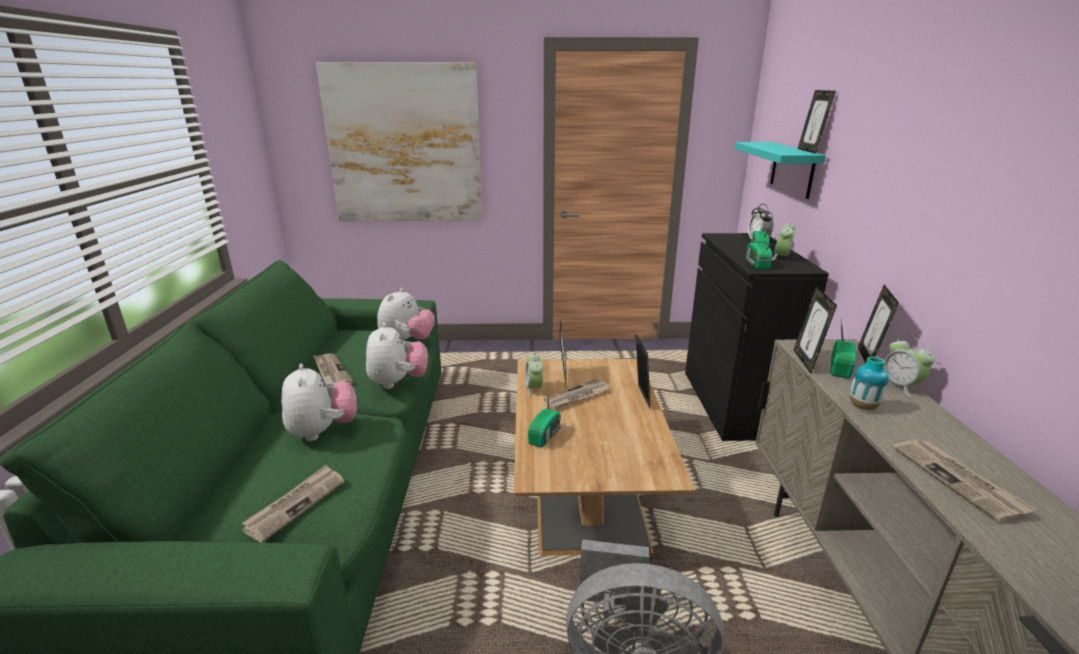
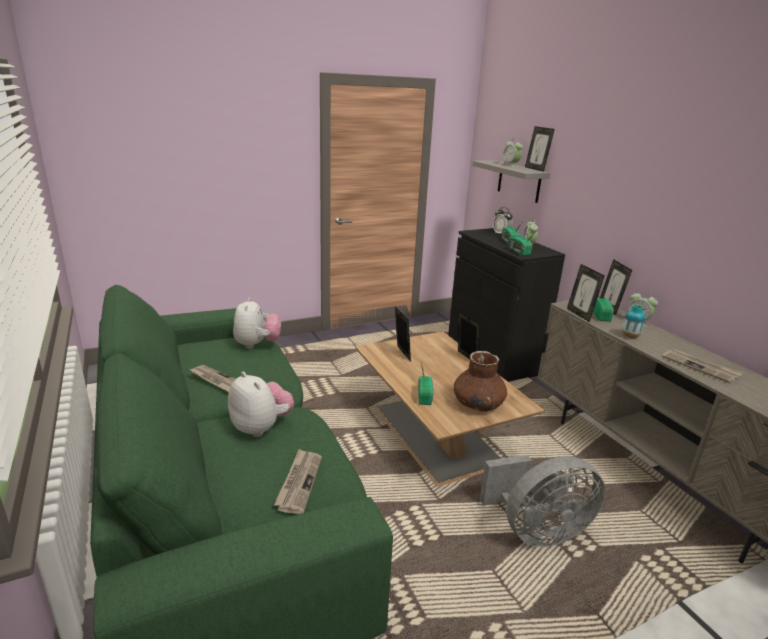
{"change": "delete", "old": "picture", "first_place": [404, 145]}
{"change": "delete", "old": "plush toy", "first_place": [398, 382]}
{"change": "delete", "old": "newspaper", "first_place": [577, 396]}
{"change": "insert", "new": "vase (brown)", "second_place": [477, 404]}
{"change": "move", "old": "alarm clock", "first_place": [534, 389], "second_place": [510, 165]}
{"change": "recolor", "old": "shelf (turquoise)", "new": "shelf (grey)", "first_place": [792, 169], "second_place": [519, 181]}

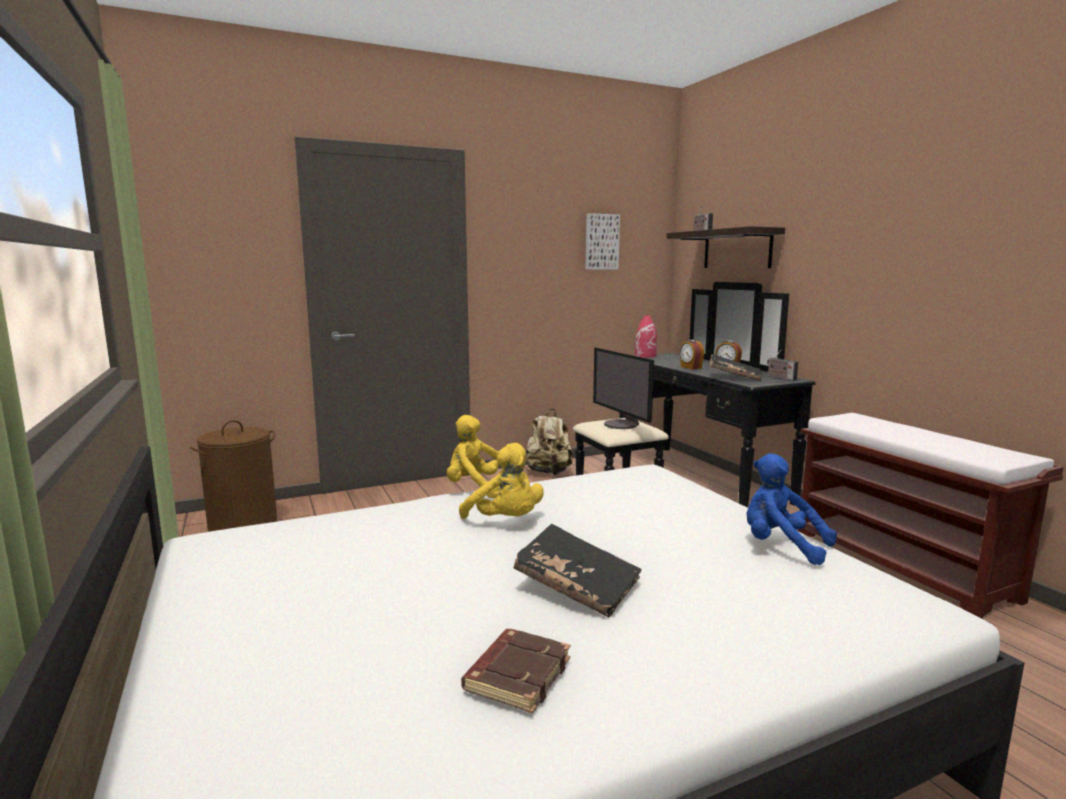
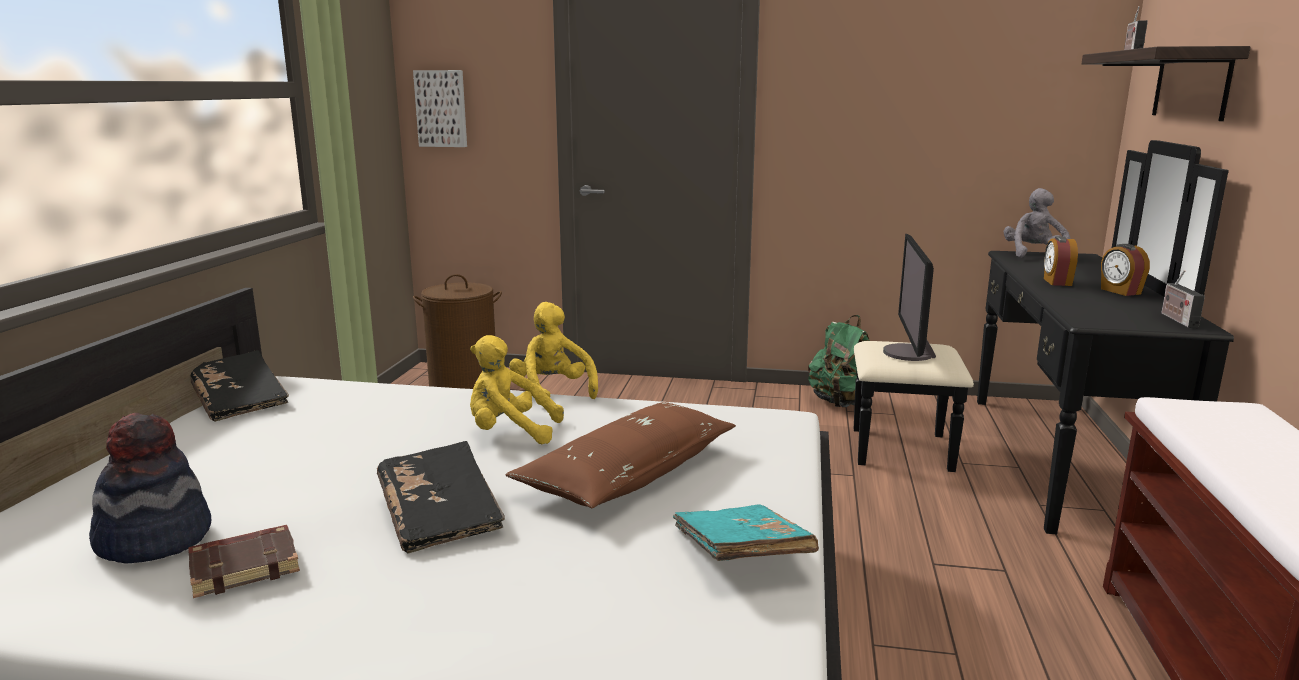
{"change": "insert", "new": "hat", "second_place": [155, 539]}
{"change": "insert", "new": "pillow (brown)", "second_place": [628, 474]}
{"change": "move", "old": "picture", "first_place": [601, 242], "second_place": [442, 108]}
{"change": "move", "old": "book (black)", "first_place": [734, 377], "second_place": [239, 401]}
{"change": "replace", "old": "vase (red)", "new": "plush toy (grey)", "first_place": [645, 356], "second_place": [1033, 255]}
{"change": "replace", "old": "plush toy (blue)", "new": "book (turquoise)", "first_place": [781, 546], "second_place": [740, 554]}
{"change": "recolor", "old": "backpack (beige)", "new": "backpack (green)", "first_place": [549, 473], "second_place": [841, 403]}
{"change": "rotate", "old": "plush toy (yellow)", "first_place": [506, 521], "second_place": [510, 433], "degrees": 105}

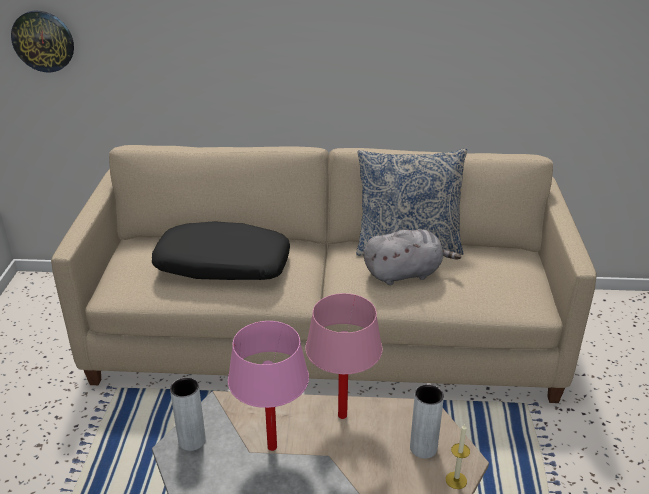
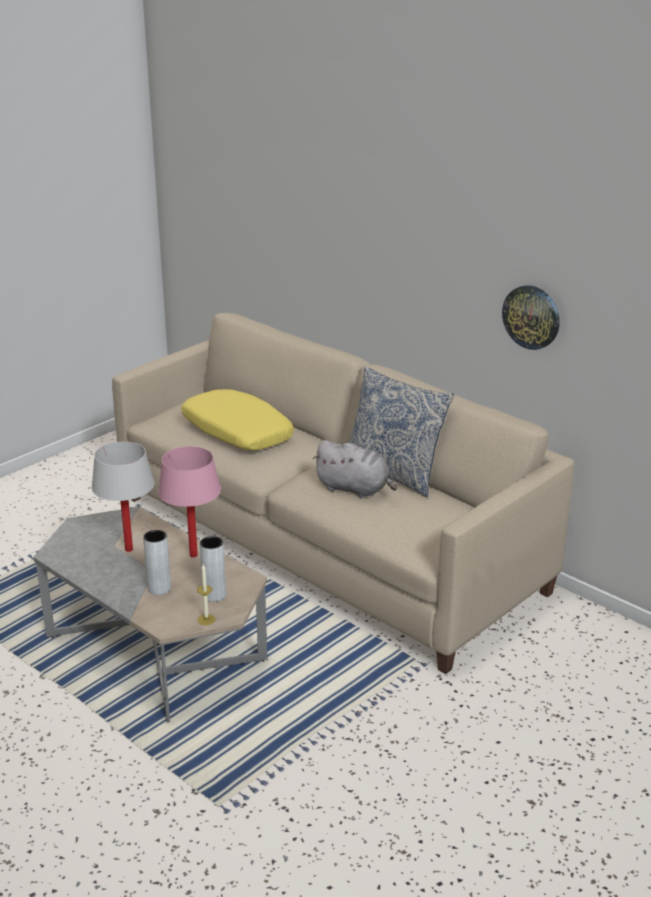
{"change": "move", "old": "wall clock", "first_place": [43, 41], "second_place": [531, 317]}
{"change": "move", "old": "vase (grey)", "first_place": [192, 440], "second_place": [159, 588]}
{"change": "recolor", "old": "pillow (black)", "new": "pillow (yellow)", "first_place": [222, 266], "second_place": [236, 432]}
{"change": "recolor", "old": "table lamp (pink)", "new": "table lamp (white)", "first_place": [272, 447], "second_place": [129, 549]}

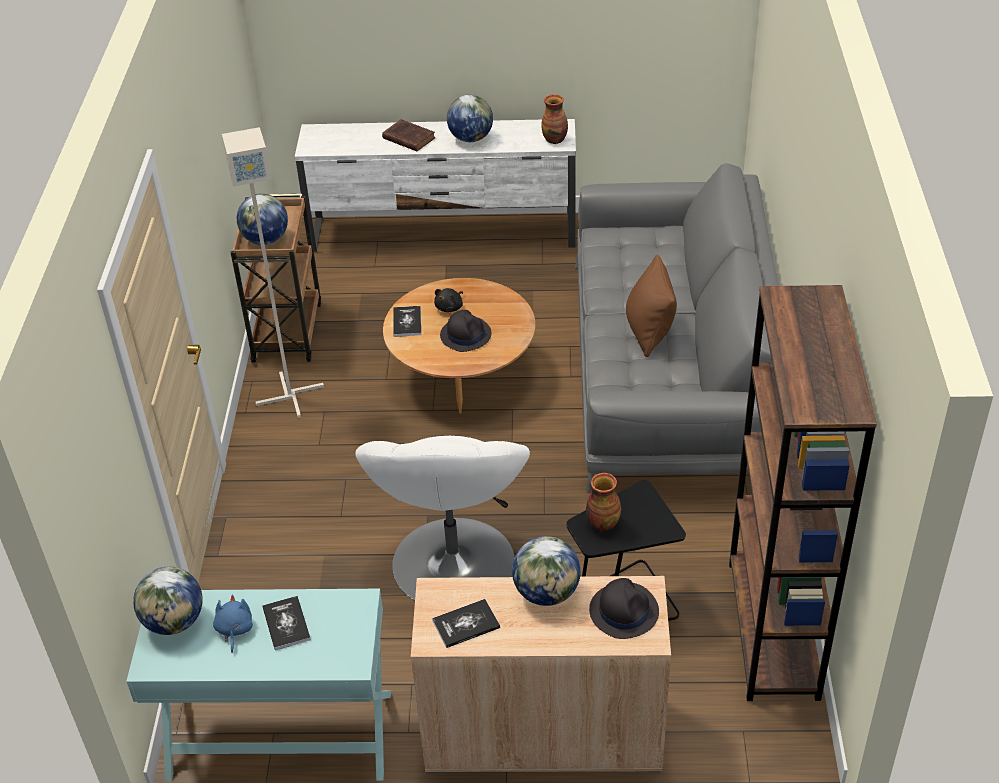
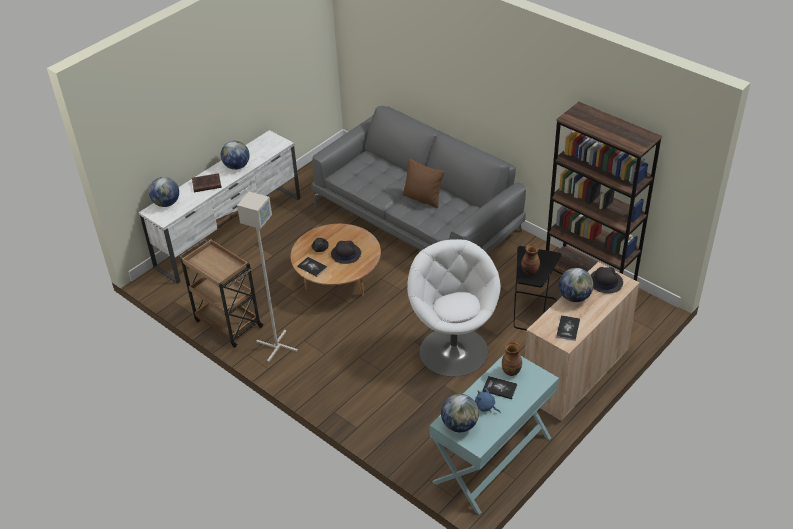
{"change": "move", "old": "globe", "first_place": [265, 239], "second_place": [166, 203]}
{"change": "move", "old": "vase", "first_place": [555, 139], "second_place": [511, 371]}
{"change": "rotate", "old": "armchair (white)", "first_place": [452, 564], "second_place": [453, 350], "degrees": -150}

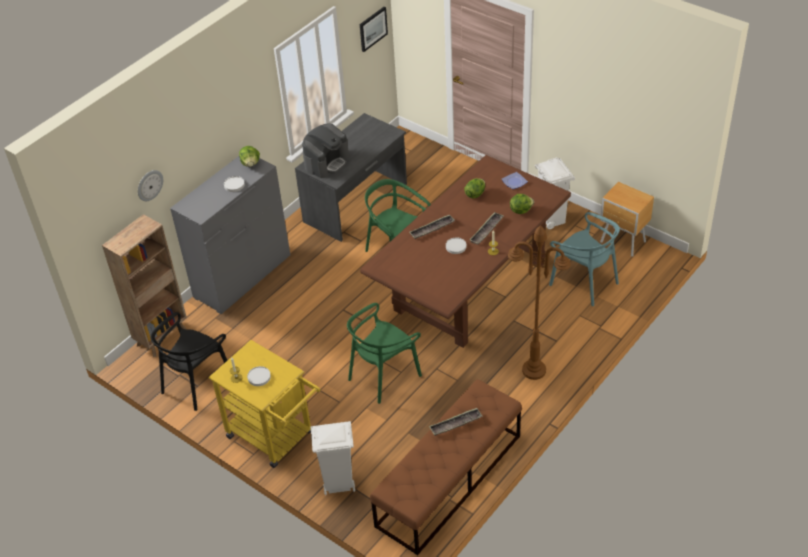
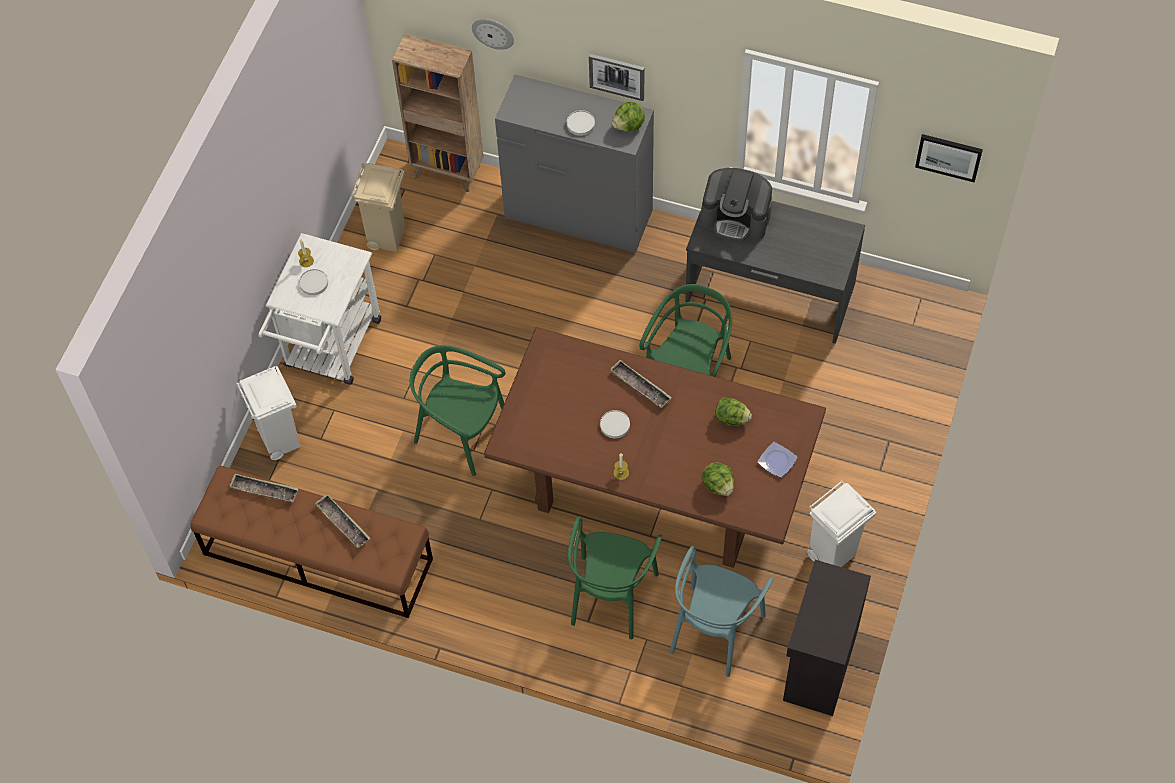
{"change": "delete", "old": "floor lamp (brown)", "first_place": [533, 370]}
{"change": "insert", "new": "chair (green)", "second_place": [611, 596]}
{"change": "insert", "new": "picture", "second_place": [617, 76]}
{"change": "move", "old": "tray", "first_place": [486, 230], "second_place": [264, 490]}
{"change": "replace", "old": "chair (black)", "new": "trash can (beige)", "first_place": [196, 383], "second_place": [387, 237]}
{"change": "replace", "old": "nightstand (brown)", "new": "cabinet (black)", "first_place": [623, 243], "second_place": [818, 665]}
{"change": "recolor", "old": "cart (yellow)", "new": "cart (white)", "first_place": [275, 437], "second_place": [329, 350]}

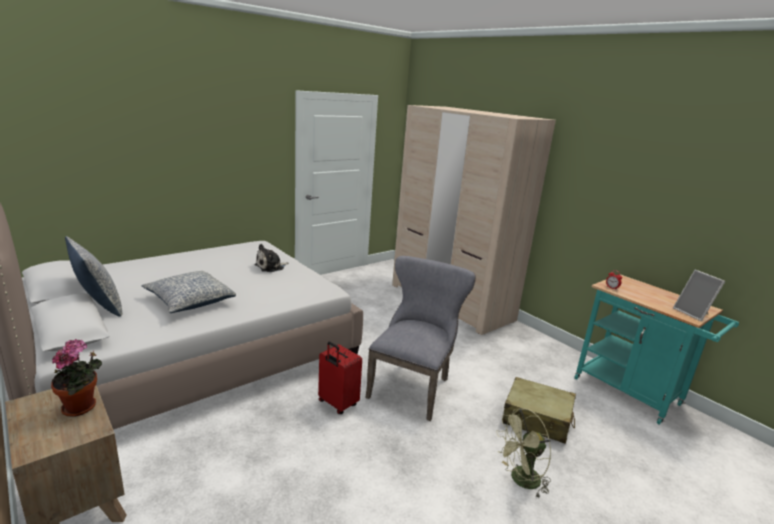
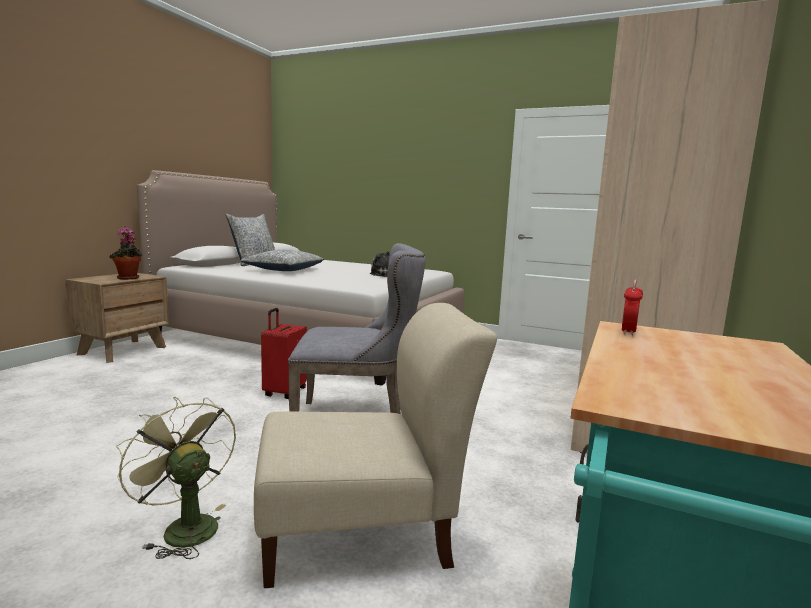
{"change": "delete", "old": "picture frame", "first_place": [693, 313]}
{"change": "replace", "old": "suitcase (beige)", "new": "chair (beige)", "first_place": [537, 419], "second_place": [364, 532]}

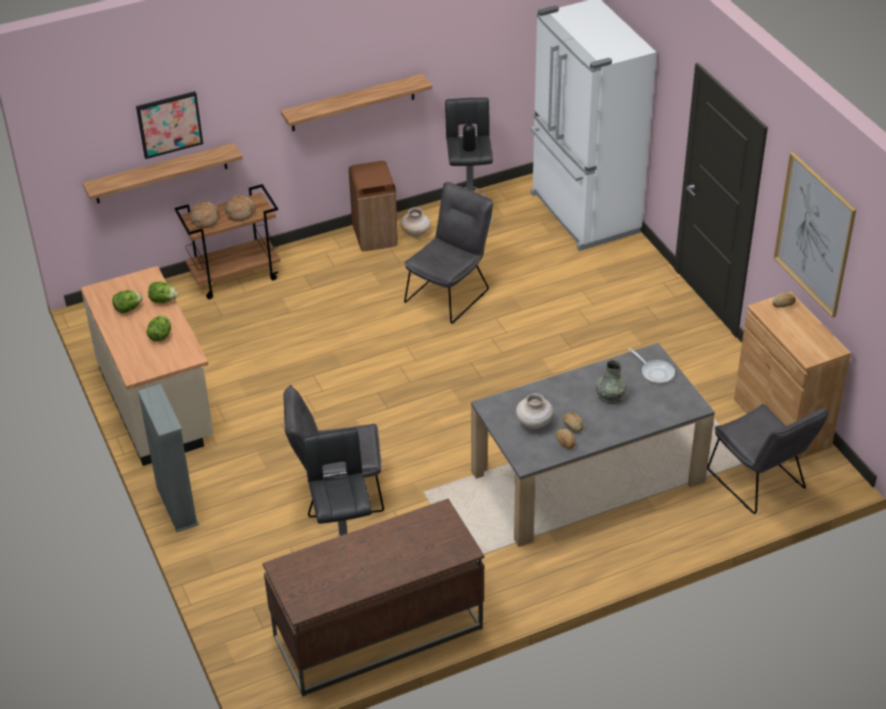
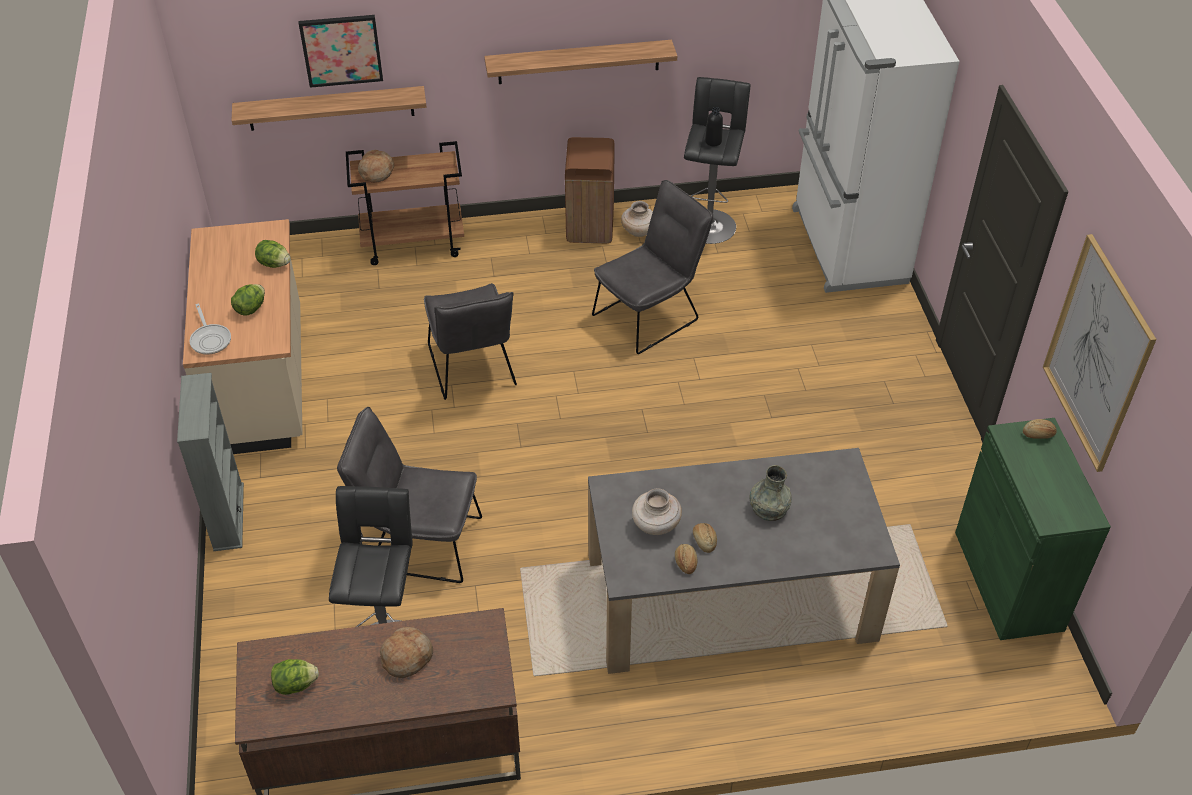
{"change": "move", "old": "lettuce", "first_place": [128, 309], "second_place": [295, 685]}
{"change": "move", "old": "bread", "first_place": [240, 212], "second_place": [407, 656]}
{"change": "move", "old": "frying pan", "first_place": [655, 372], "second_place": [210, 339]}
{"change": "move", "old": "chair (grey)", "first_place": [760, 483], "second_place": [473, 370]}
{"change": "recolor", "old": "cabinet (brown)", "new": "cabinet (green)", "first_place": [782, 422], "second_place": [1008, 580]}

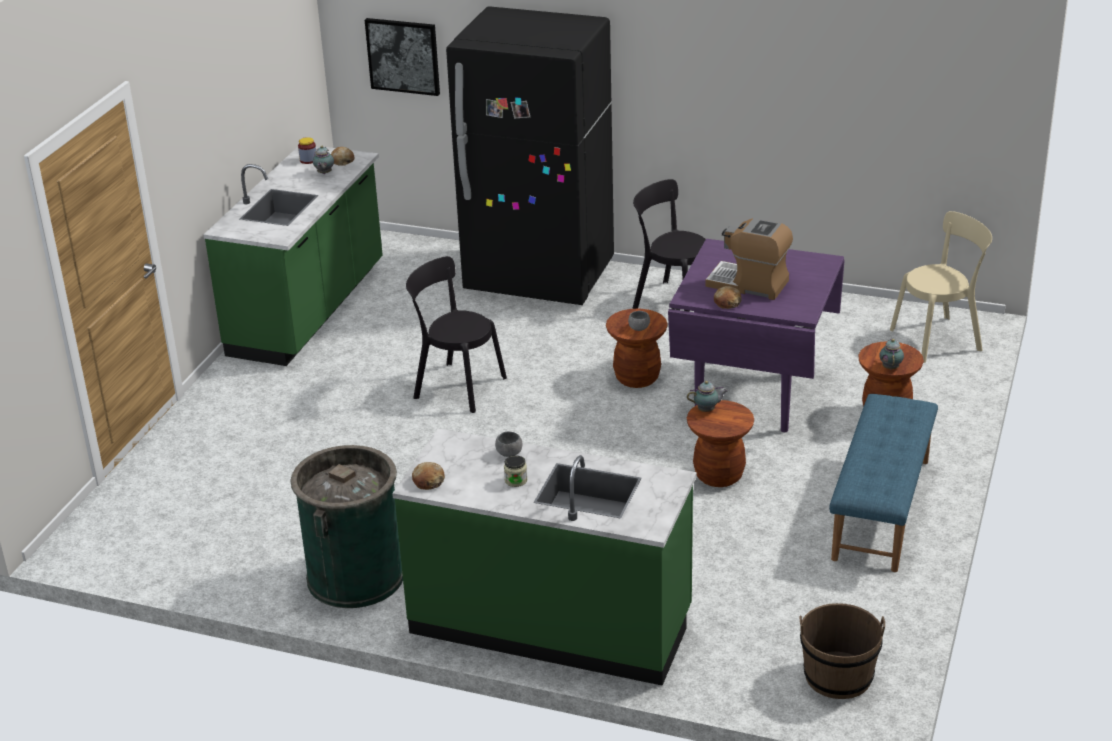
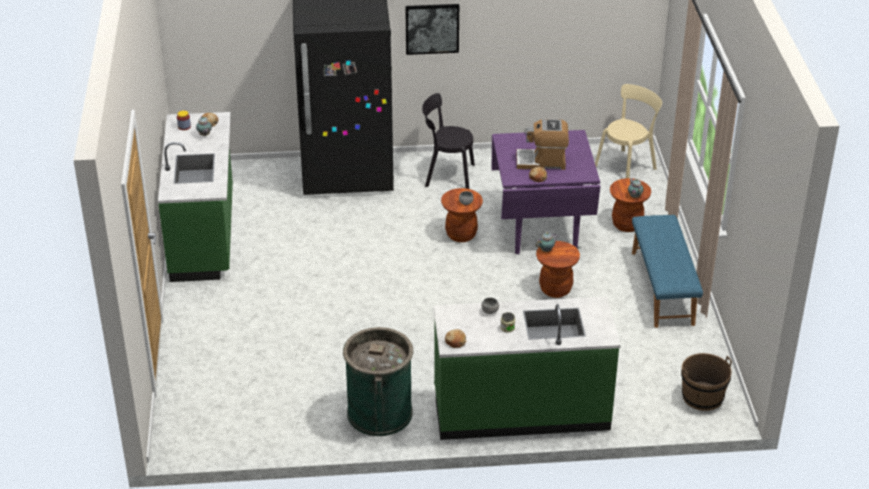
{"change": "delete", "old": "chair (black)", "first_place": [456, 386]}
{"change": "move", "old": "picture", "first_place": [403, 56], "second_place": [432, 28]}

